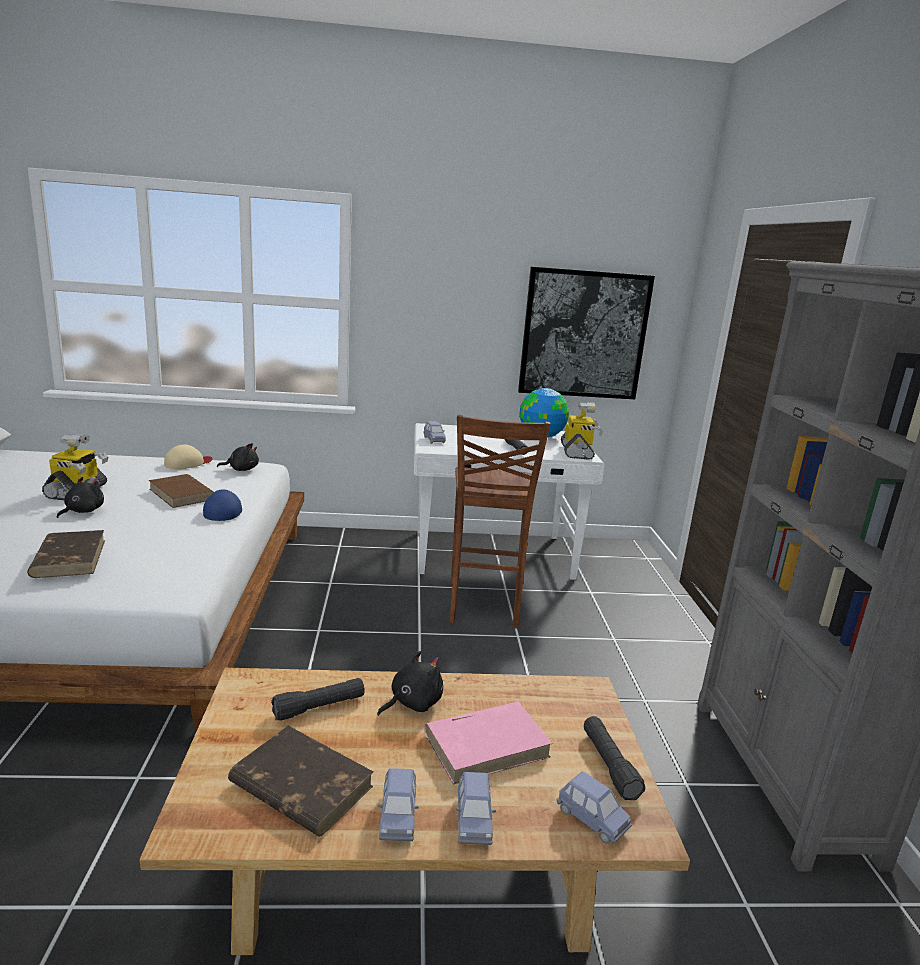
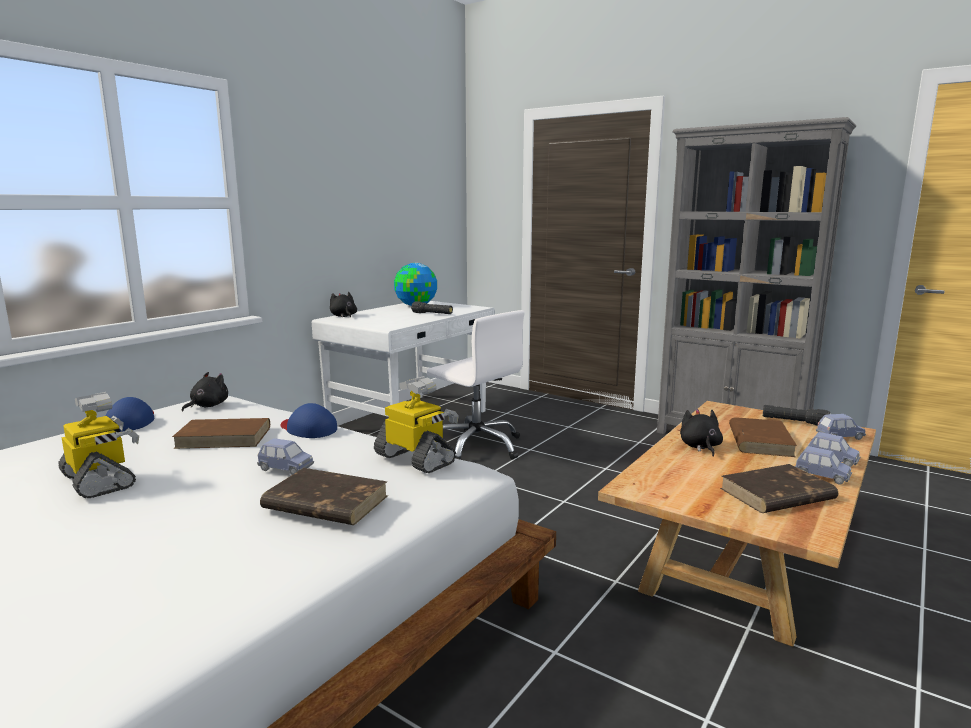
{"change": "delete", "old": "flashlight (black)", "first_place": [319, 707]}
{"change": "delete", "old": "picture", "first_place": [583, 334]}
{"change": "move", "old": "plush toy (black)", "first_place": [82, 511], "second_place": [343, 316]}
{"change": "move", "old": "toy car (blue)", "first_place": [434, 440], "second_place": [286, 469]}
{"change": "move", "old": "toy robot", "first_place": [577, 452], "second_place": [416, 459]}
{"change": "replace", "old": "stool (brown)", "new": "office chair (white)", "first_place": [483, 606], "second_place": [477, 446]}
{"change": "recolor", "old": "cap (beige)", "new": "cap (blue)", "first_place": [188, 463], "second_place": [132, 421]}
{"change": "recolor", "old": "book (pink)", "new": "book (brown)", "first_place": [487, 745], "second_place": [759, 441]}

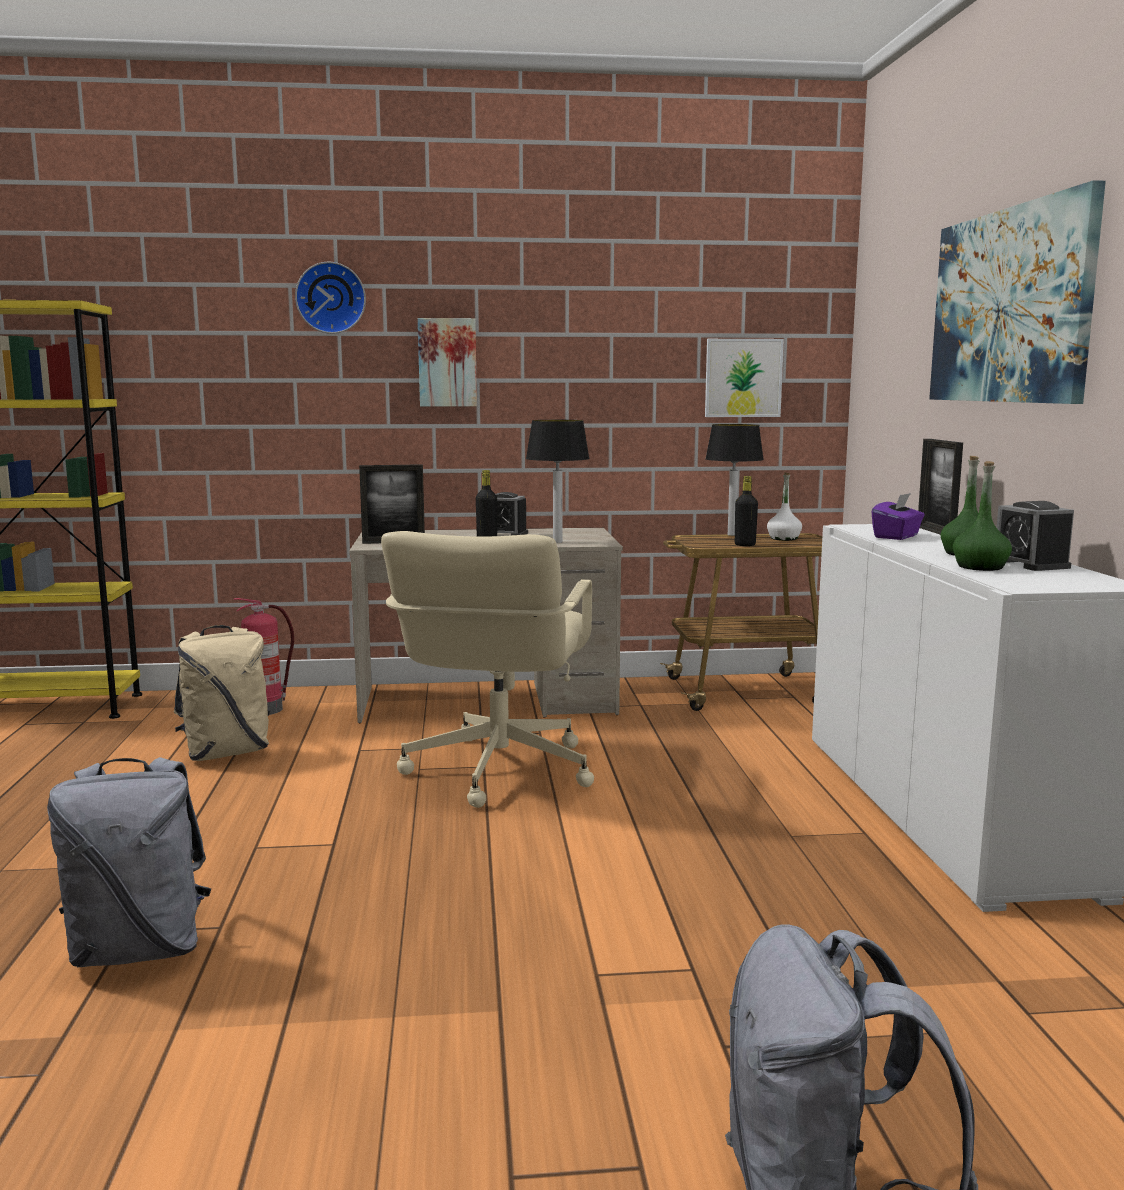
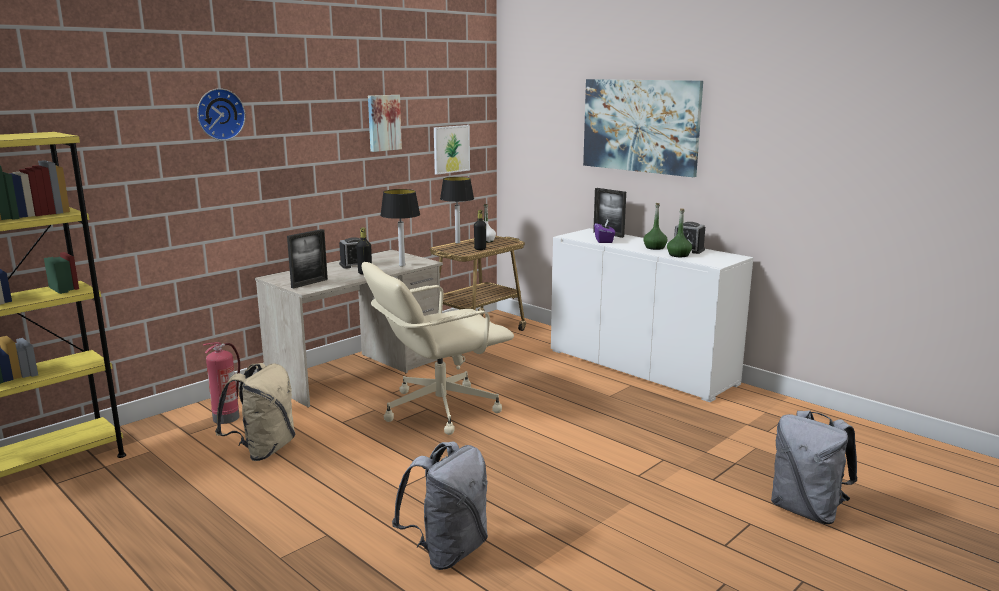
{"change": "move", "old": "picture", "first_place": [447, 362], "second_place": [383, 122]}
{"change": "rotate", "old": "office chair (beige)", "first_place": [497, 771], "second_place": [439, 409], "degrees": 90}

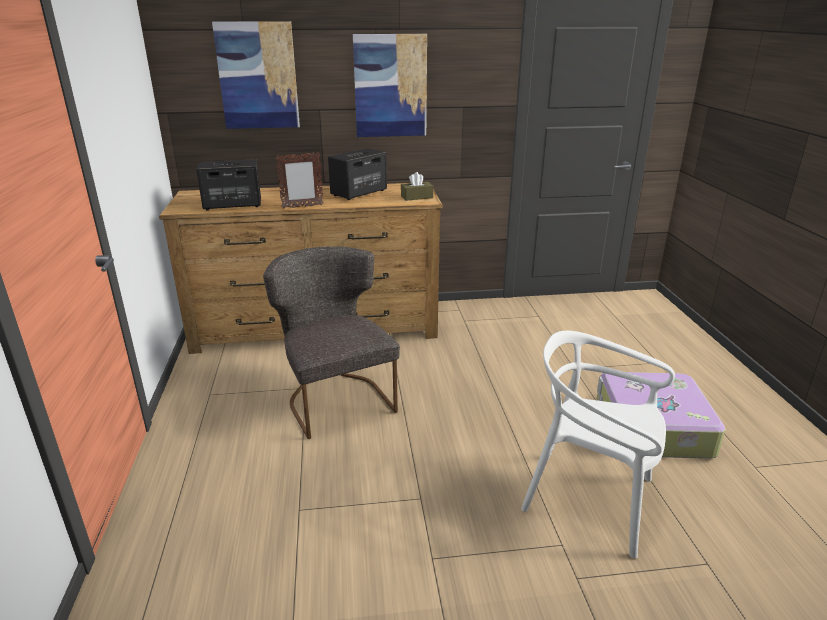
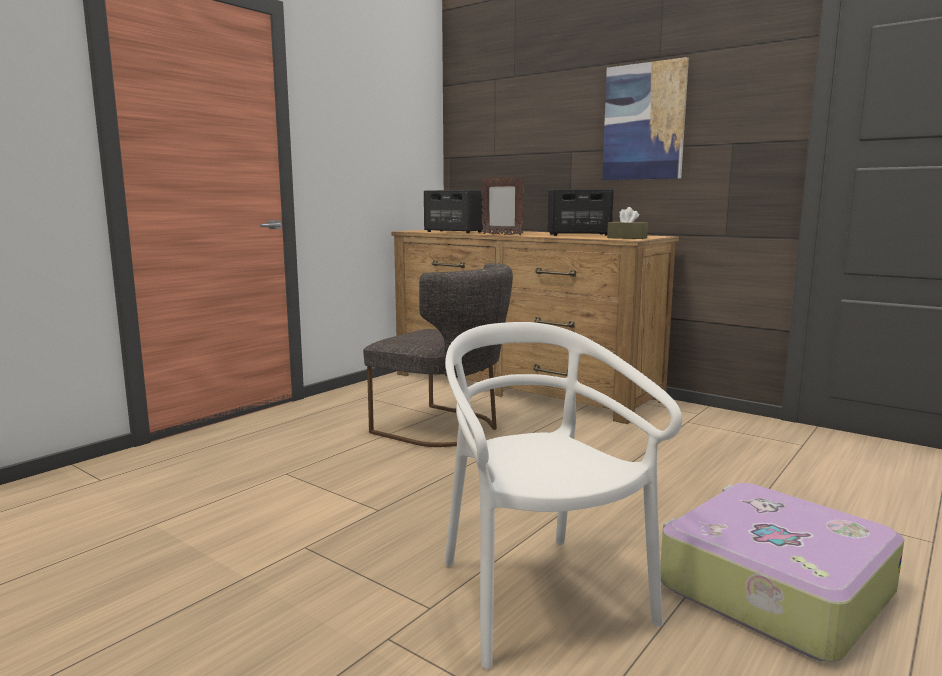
{"change": "delete", "old": "picture", "first_place": [258, 76]}
{"change": "rotate", "old": "chair (grey)", "first_place": [335, 399], "second_place": [445, 429], "degrees": 105}

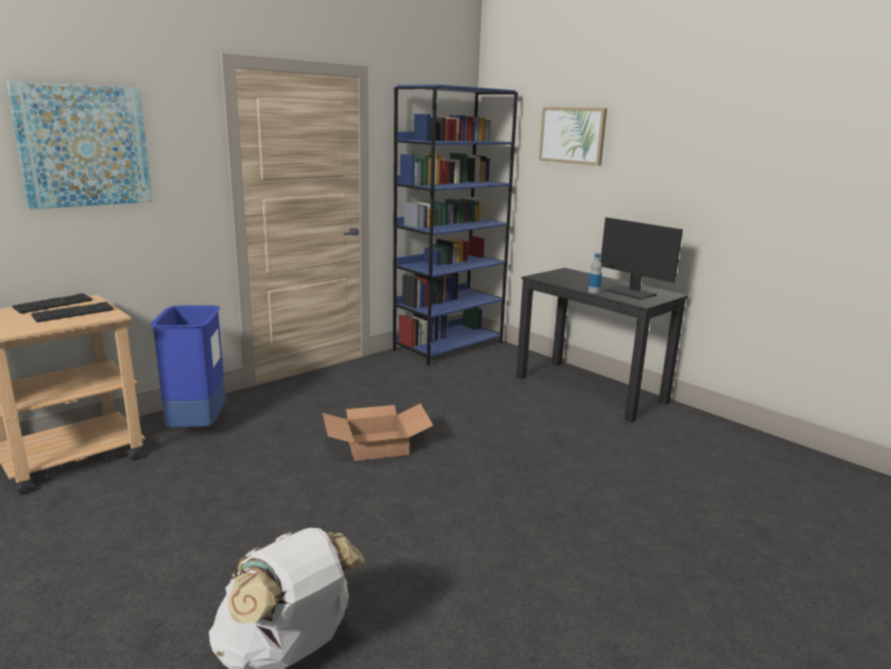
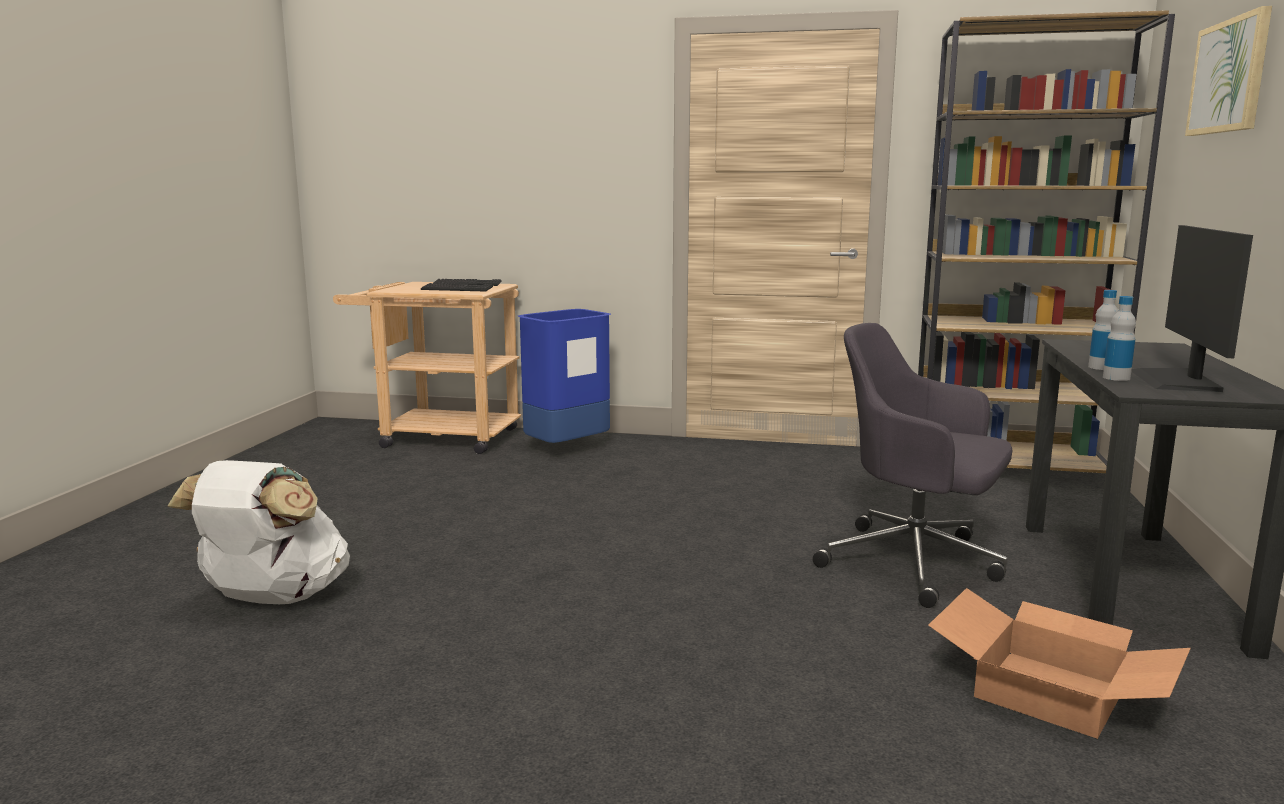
{"change": "delete", "old": "picture", "first_place": [84, 146]}
{"change": "insert", "new": "office chair (grey)", "second_place": [916, 563]}
{"change": "insert", "new": "bottle", "second_place": [1116, 378]}
{"change": "move", "old": "cardboard box", "first_place": [377, 444], "second_place": [1052, 692]}
{"change": "recolor", "old": "bookcase (blue)", "new": "bookcase (brown)", "first_place": [449, 346], "second_place": [1008, 468]}

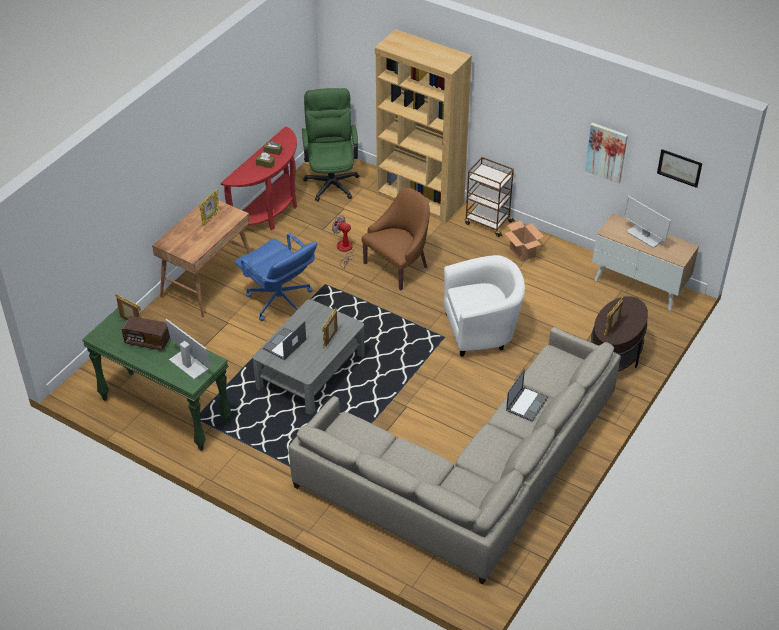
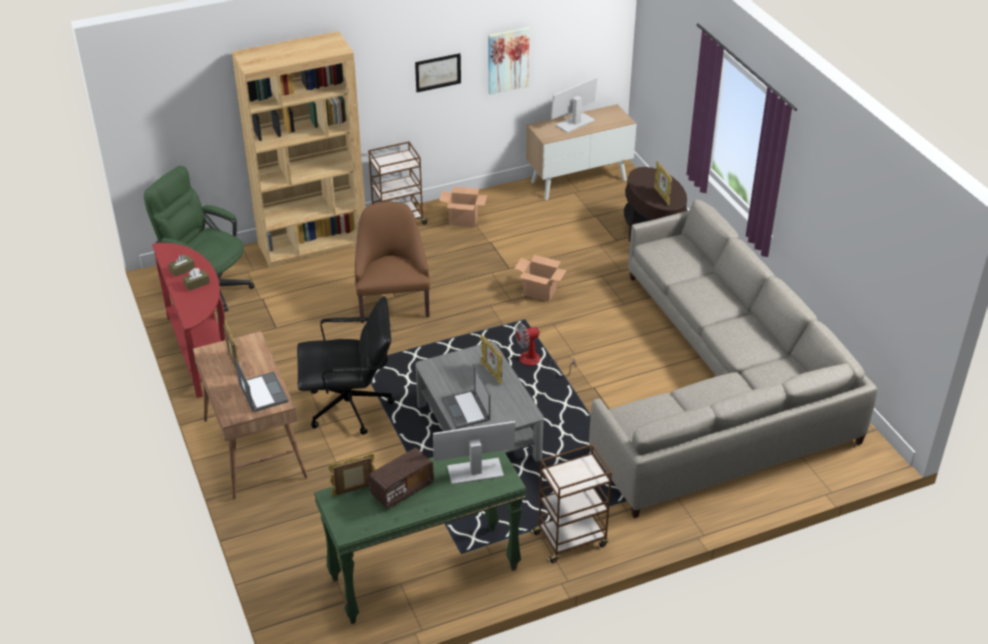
{"change": "insert", "new": "cart (brown)", "second_place": [571, 539]}
{"change": "move", "old": "fan", "first_place": [344, 250], "second_place": [537, 362]}
{"change": "move", "old": "laptop", "first_place": [527, 403], "second_place": [262, 392]}
{"change": "move", "old": "picture", "first_place": [679, 168], "second_place": [438, 72]}
{"change": "replace", "old": "armchair (white)", "new": "cardboard box", "first_place": [482, 330], "second_place": [540, 292]}
{"change": "recolor", "old": "office chair (blue)", "new": "office chair (black)", "first_place": [280, 301], "second_place": [350, 407]}
{"change": "rotate", "old": "monitor", "first_place": [644, 236], "second_place": [575, 123], "degrees": 150}

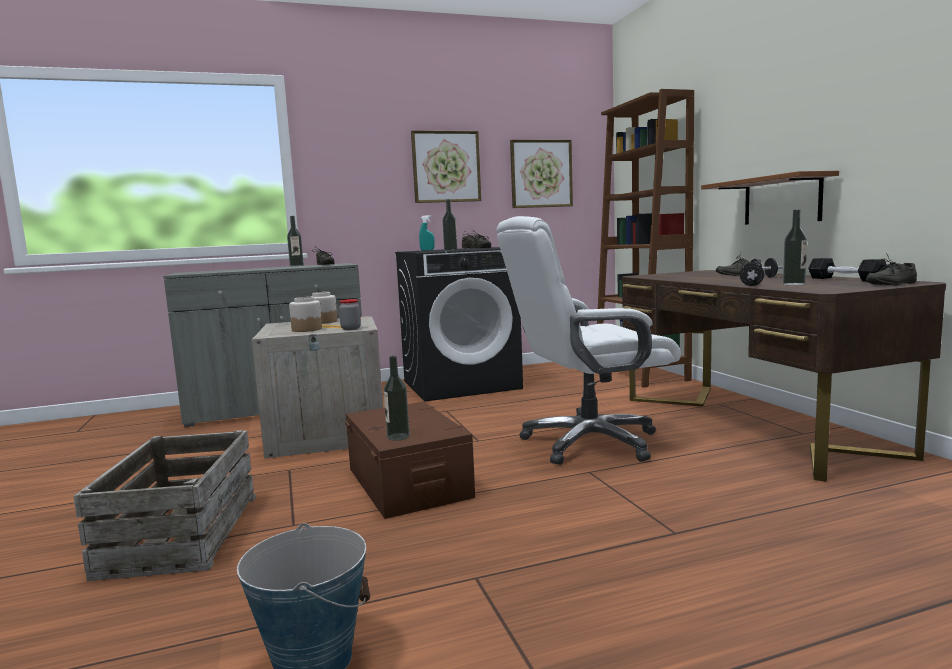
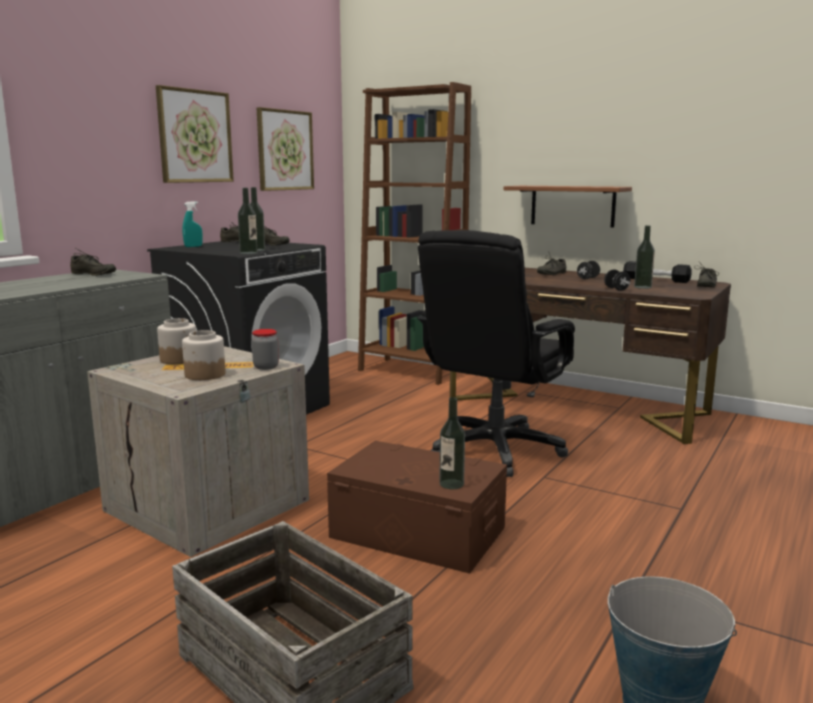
{"change": "move", "old": "bottle", "first_place": [296, 266], "second_place": [248, 253]}
{"change": "recolor", "old": "office chair (white)", "new": "office chair (black)", "first_place": [588, 443], "second_place": [495, 450]}

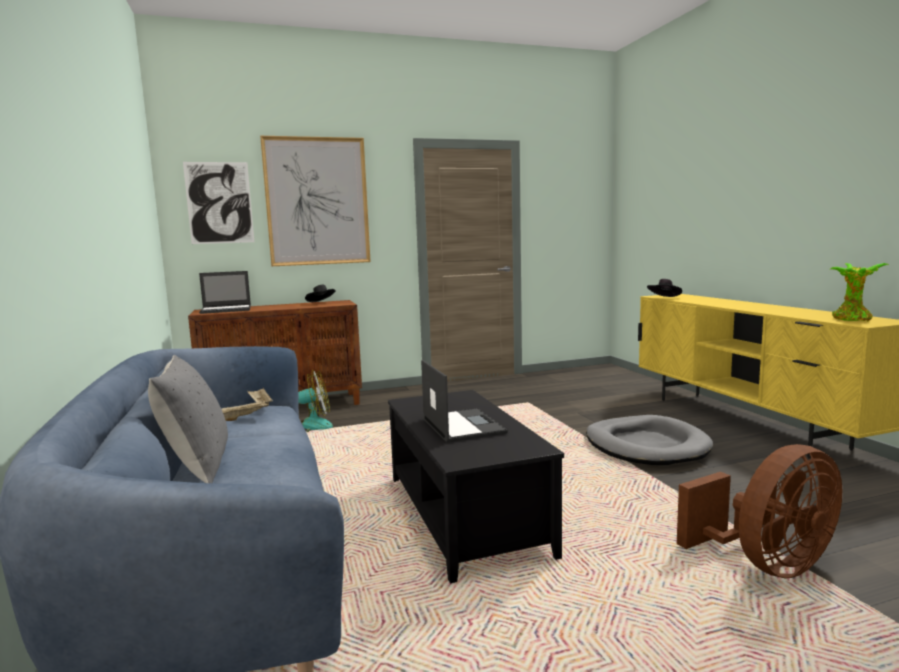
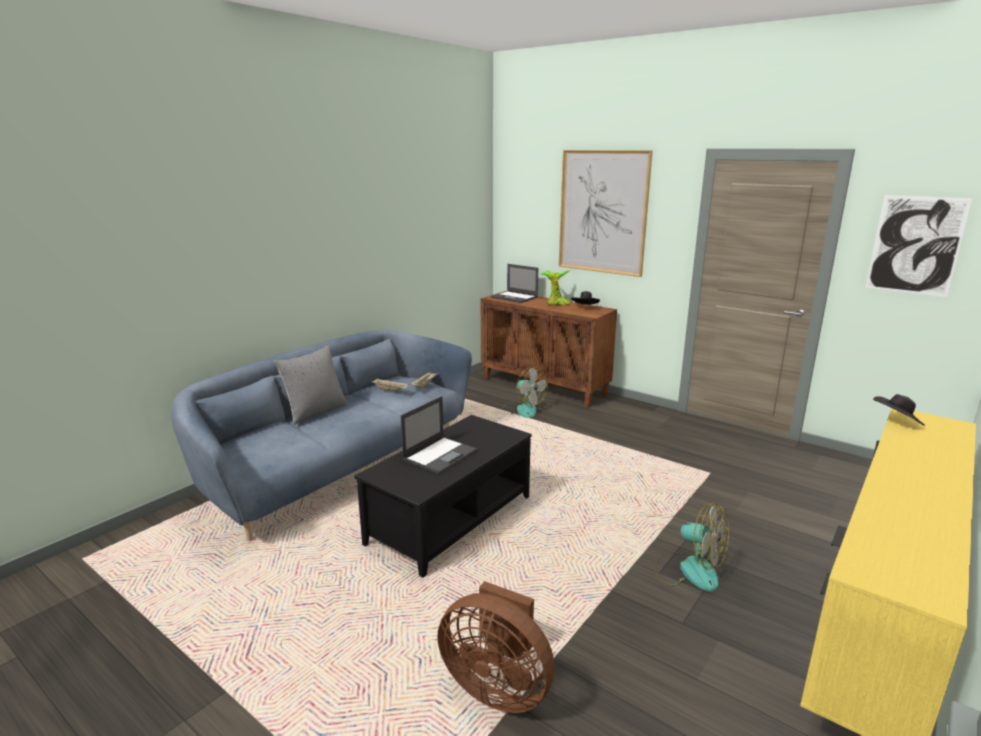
{"change": "move", "old": "picture", "first_place": [219, 203], "second_place": [915, 245]}
{"change": "move", "old": "potted plant", "first_place": [852, 319], "second_place": [556, 304]}
{"change": "replace", "old": "dog bed (grey)", "new": "fan", "first_place": [646, 445], "second_place": [689, 570]}

